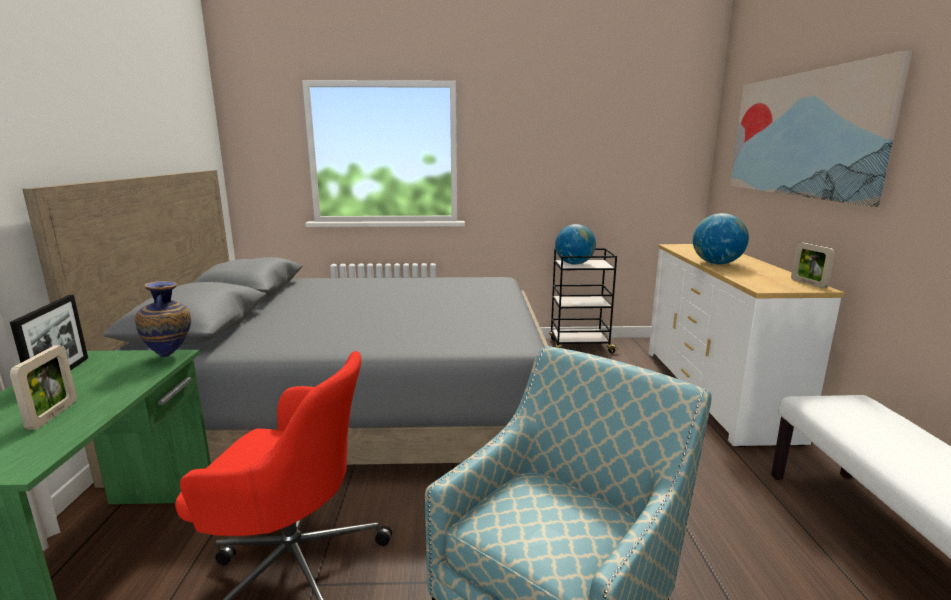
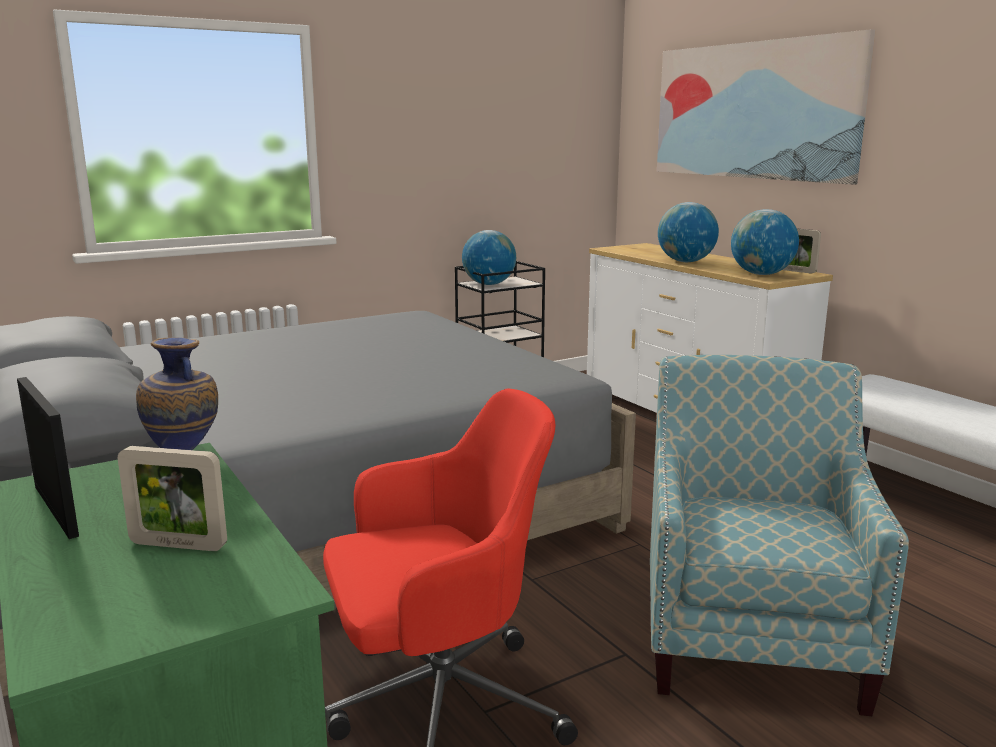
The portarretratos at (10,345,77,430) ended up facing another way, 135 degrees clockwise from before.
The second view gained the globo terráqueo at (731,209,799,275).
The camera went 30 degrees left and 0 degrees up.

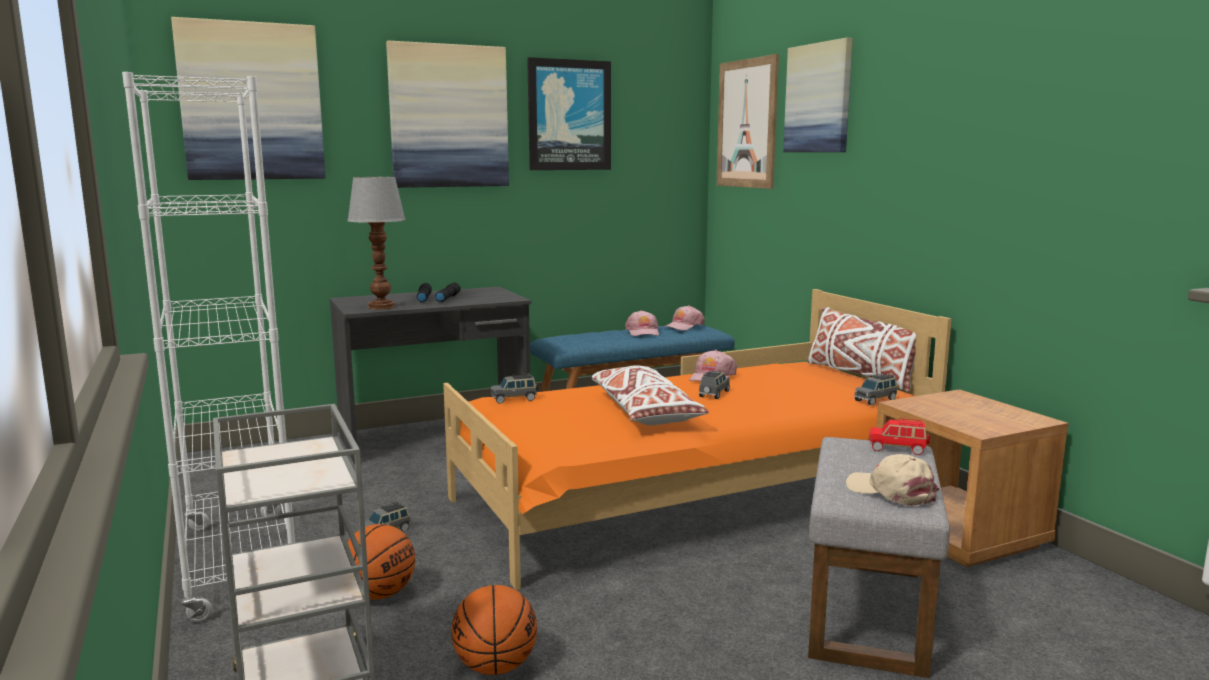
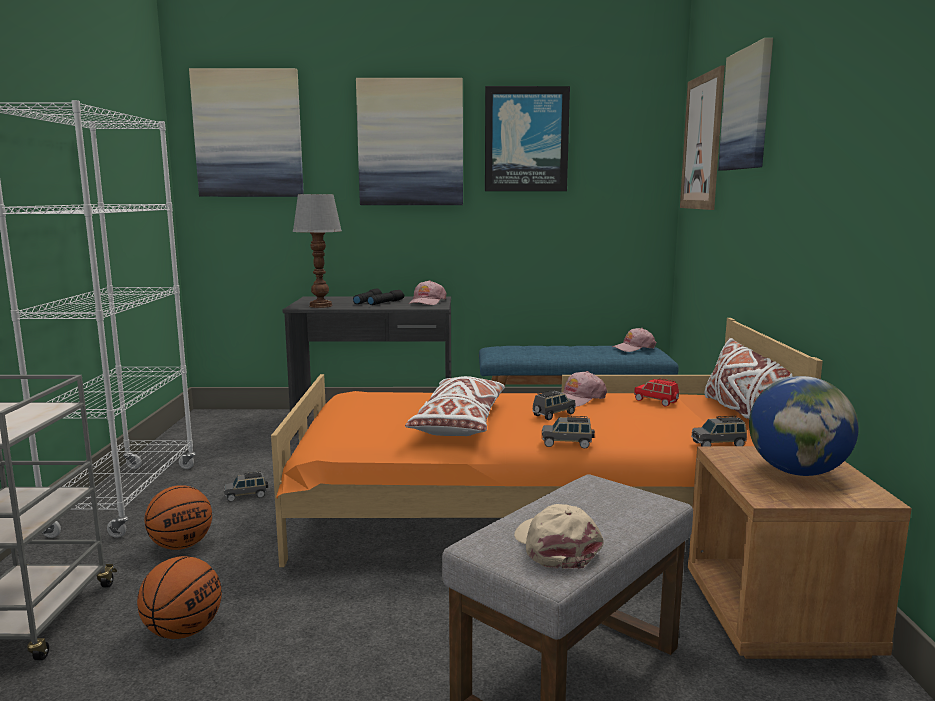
The coche de juguete/gris ended up elsewhere, having gone from (491,373,538,404) to (542,416,595,449).
The gorra/rosa ended up elsewhere, having gone from (625,310,659,336) to (409,280,447,305).
The coche de juguete/rojo ended up elsewhere, having gone from (869,418,930,455) to (634,379,679,406).
The second view gained the globo terráqueo at (749,376,859,476).
The camera went 25 degrees right and 0 degrees up.

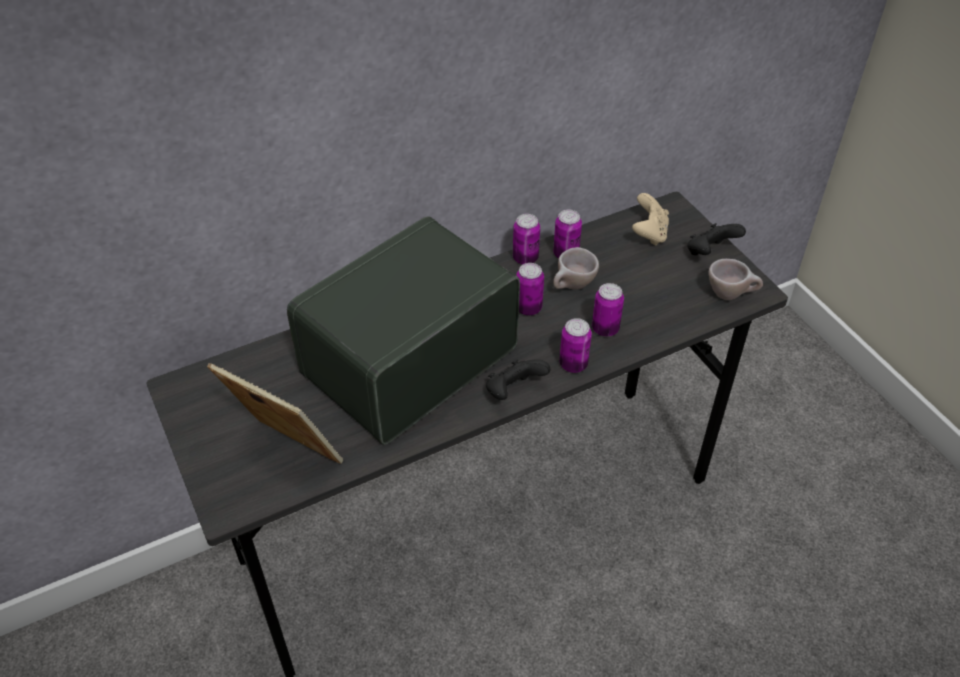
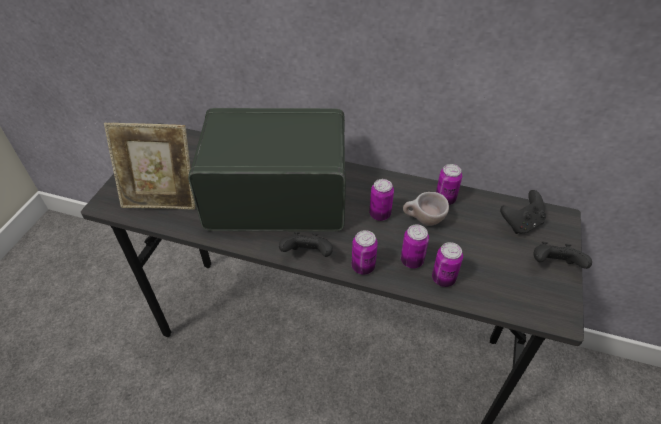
The portarretratos at (207,363,343,464) ended up facing another way, 105 degrees clockwise from before.
The lata ended up elsewhere, having gone from (513,214,540,265) to (432,242,463,287).
What was the mando de consola/beis at (632,193,669,246) turned into the mando de consola/negro at (500,190,546,234).
The second view lost the taza/beis at (708,259,763,300).
The camera went 45 degrees right and 0 degrees up.

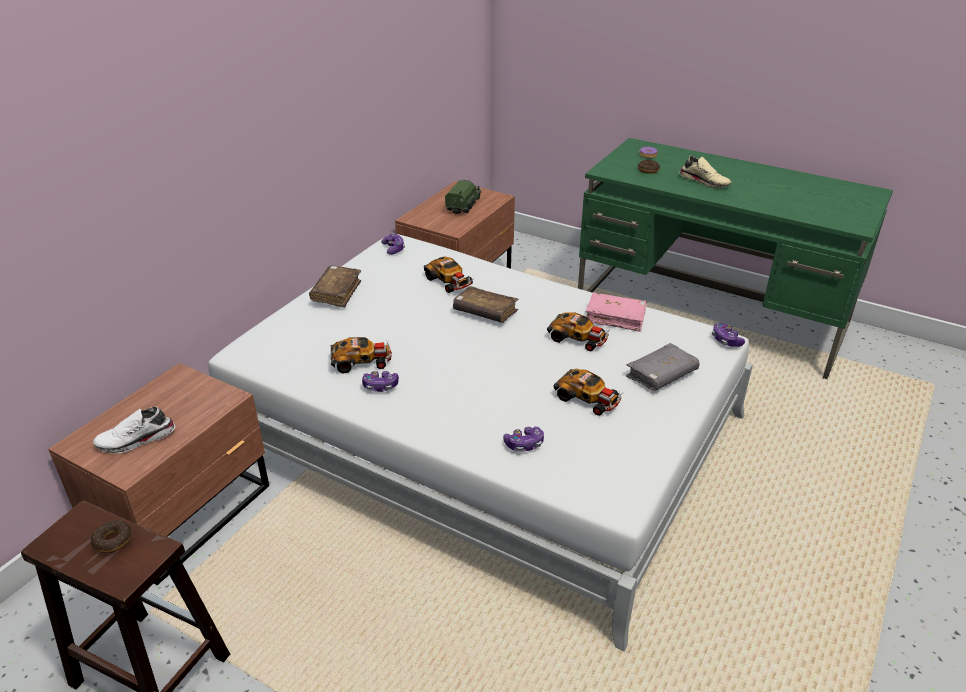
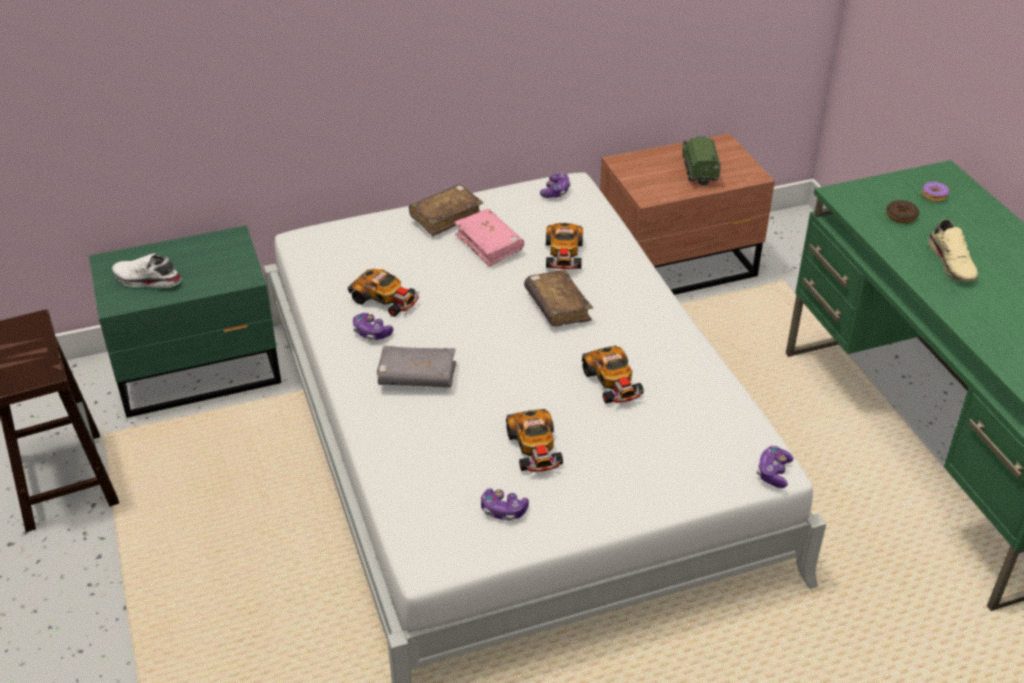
What was the mesita de noche/marrón at (48,363,269,585) turned into the mesita de noche/verde at (89,225,281,418).
The second view lost the rosquilla at (91,520,132,553).
The camión de juguete at (445,180,481,214) ended up facing another way, 60 degrees counterclockwise from before.
The mando de consola ended up elsewhere, having gone from (503,427,544,452) to (481,488,529,521).
The libro/rosa ended up elsewhere, having gone from (586,292,647,332) to (454,209,524,267).
The libro/gris ended up elsewhere, having gone from (626,343,700,391) to (377,346,456,388).
The camera went 40 degrees right and 5 degrees up.

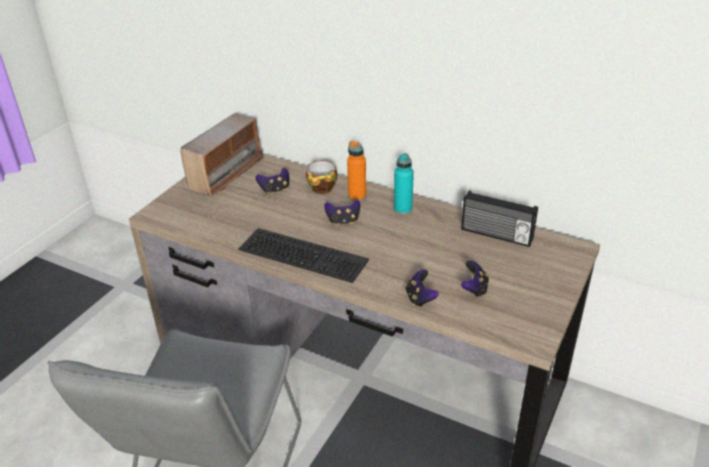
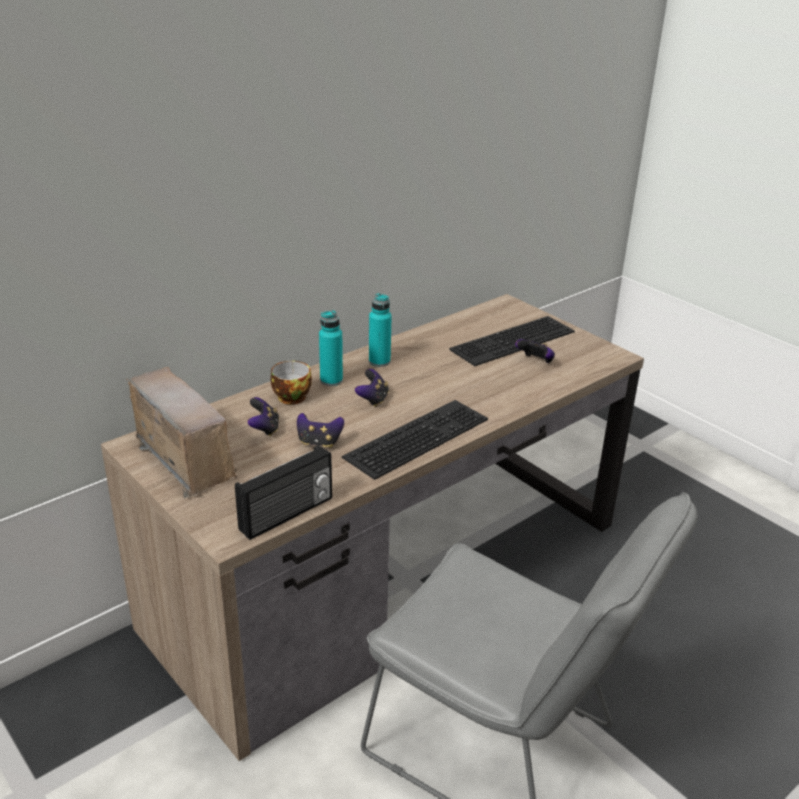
What was the botella/naranja at (347,141,366,202) turned into the botella/turquesa at (319,310,343,386).
The mando de consola ended up elsewhere, having gone from (405,269,439,308) to (297,413,344,448).
The radio ended up elsewhere, having gone from (461,190,538,247) to (235,445,332,540).
The second view gained the teclado at (449,316,575,366).
The camera went 70 degrees left and 5 degrees down.

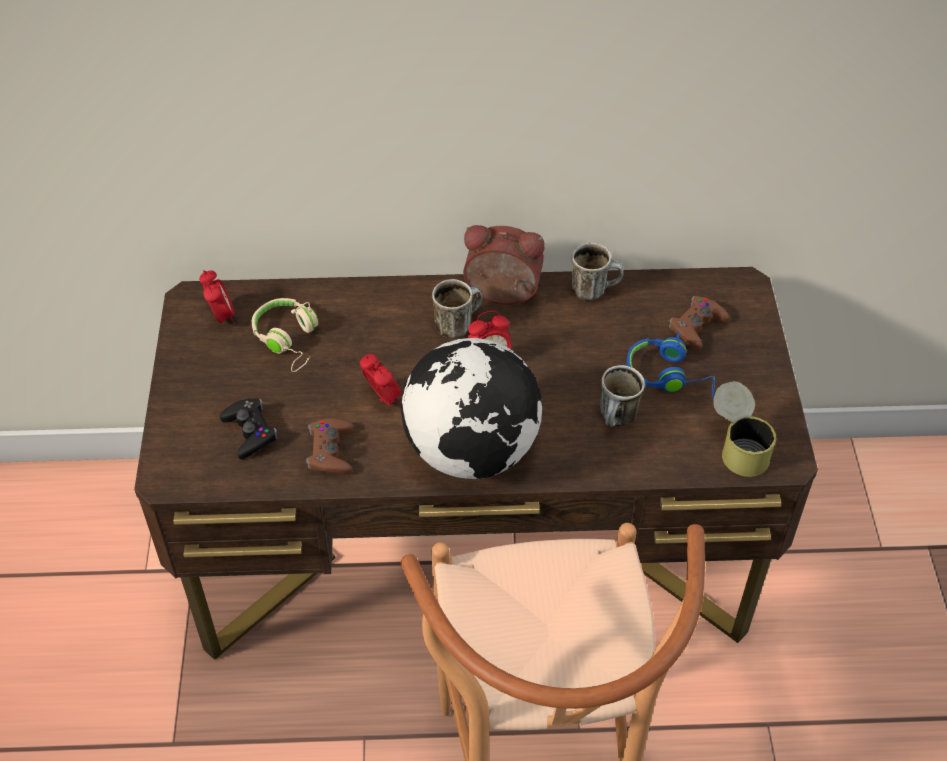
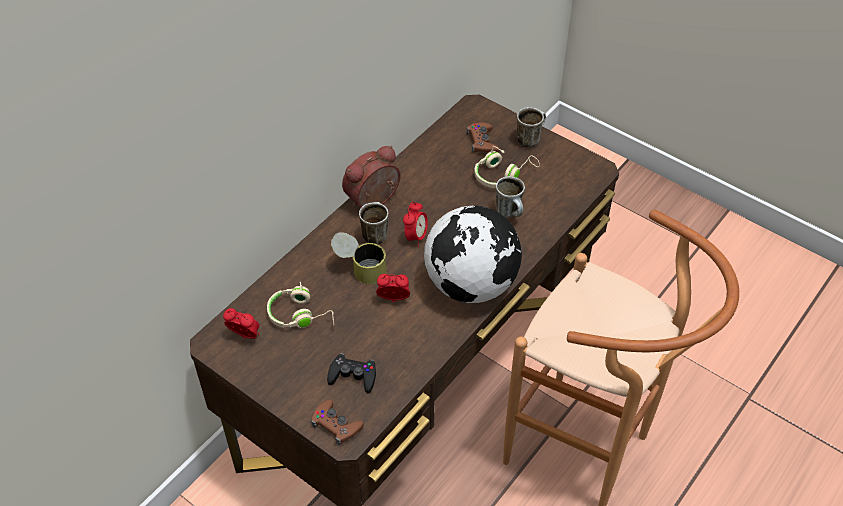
The mando de consola/marrón ended up elsewhere, having gone from (306,418,353,475) to (311,399,364,445).
The taza grande ended up elsewhere, having gone from (572,243,624,301) to (517,107,546,147).
What was the auriculares/azul at (626,331,715,398) turned into the auriculares/beis at (474,146,540,188).
The lata ended up elsewhere, having gone from (713,381,776,477) to (331,232,386,284).
The camera went 50 degrees left and 0 degrees up.

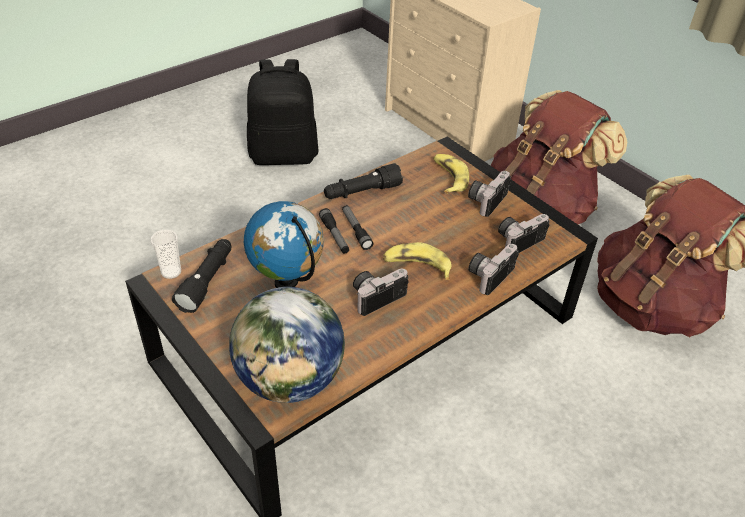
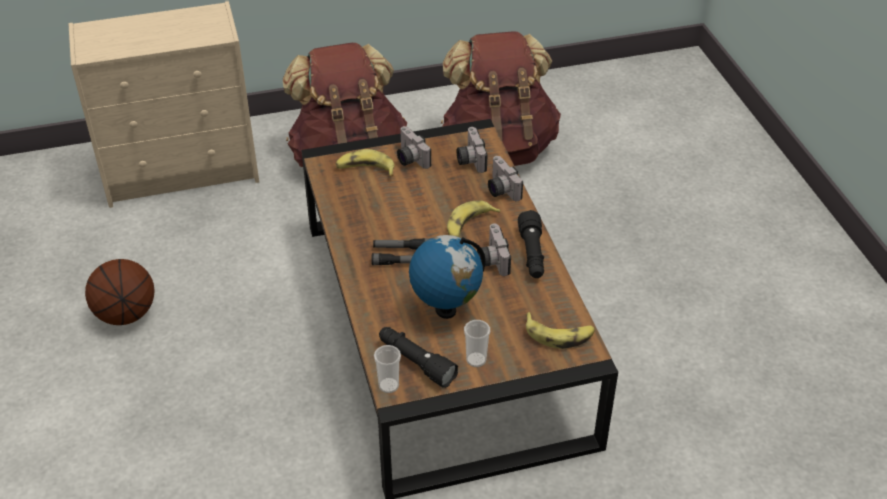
Where the globo terráqueo stood at (229,287,345,403), the plátano came to stand at (526,312,595,349).
Where the mochila/negro stood at (247,59,318,165), the balón de baloncesto came to stand at (85,259,155,325).
The linterna/negro ended up elsewhere, having gone from (324,163,403,199) to (518,210,544,278).
The second view gained the taza at (464,320,490,367).
The camera went 65 degrees left and 0 degrees up.

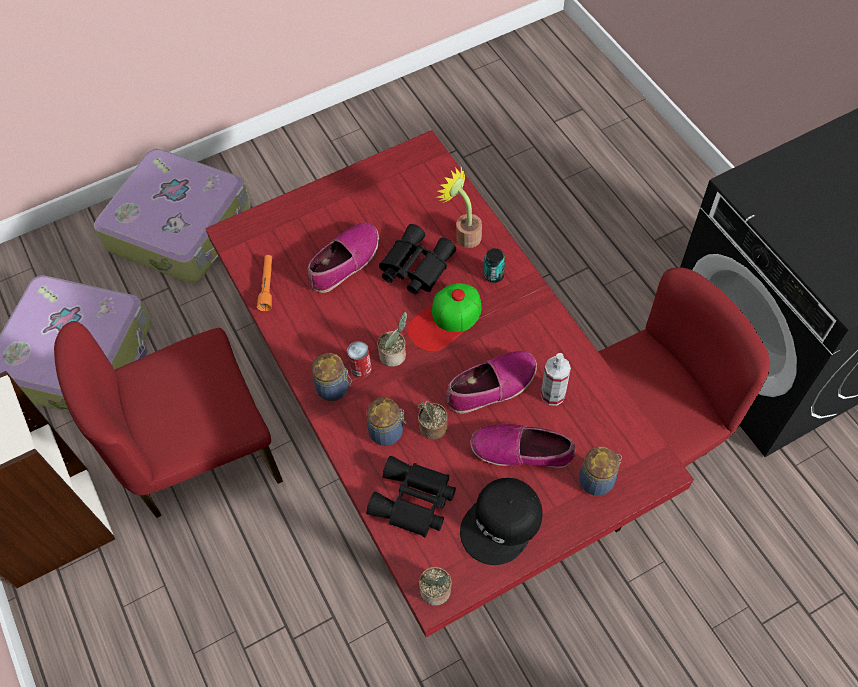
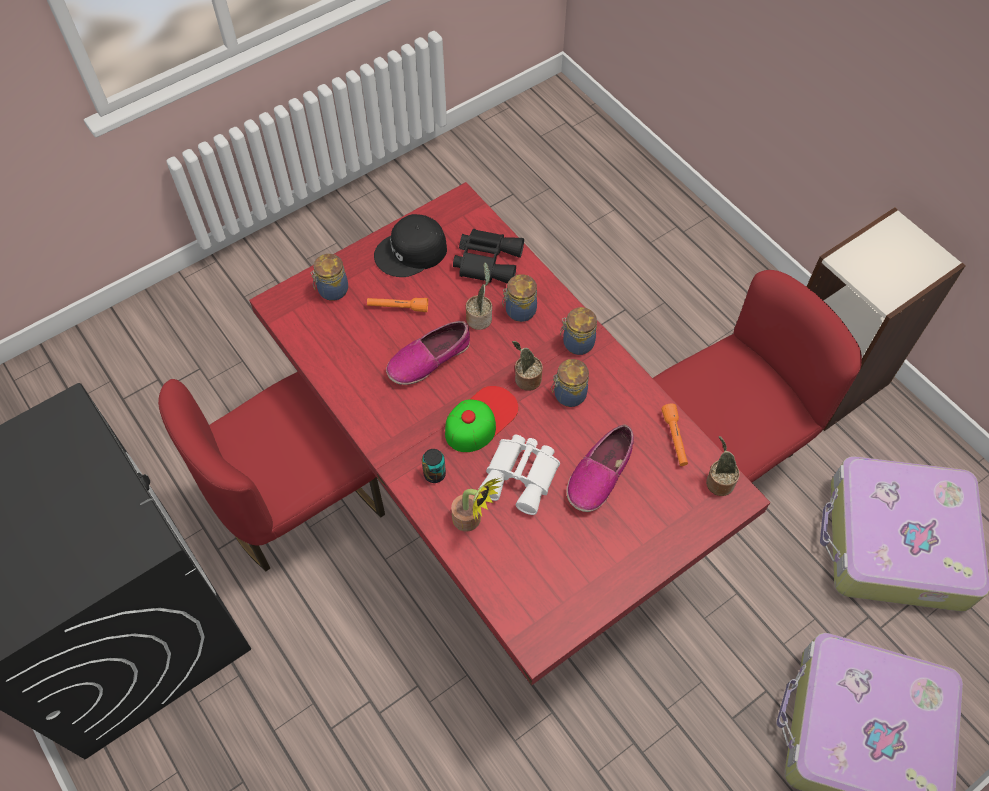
The second view lost the lata at (347,341,372,378).
What was the prismáticos/negro at (379,224,456,294) turned into the prismáticos/blanco at (479,435,560,515).
The planta en maceta ended up elsewhere, having gone from (419,567,452,606) to (706,436,740,496).
The gorra/negro at (460,478,542,565) ended up facing another way, 150 degrees counterclockwise from before.
Where the zapato stood at (471,424,575,468), the linterna/naranja came to stand at (367,298,428,312).
The second view lost the pulverizador at (541,353,571,406).
The second view gained the tarro at (551,359,589,407).
The camera went 170 degrees right and 0 degrees up.

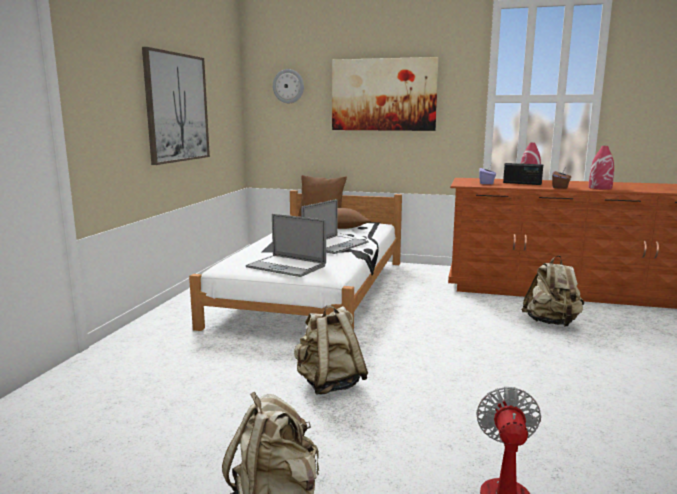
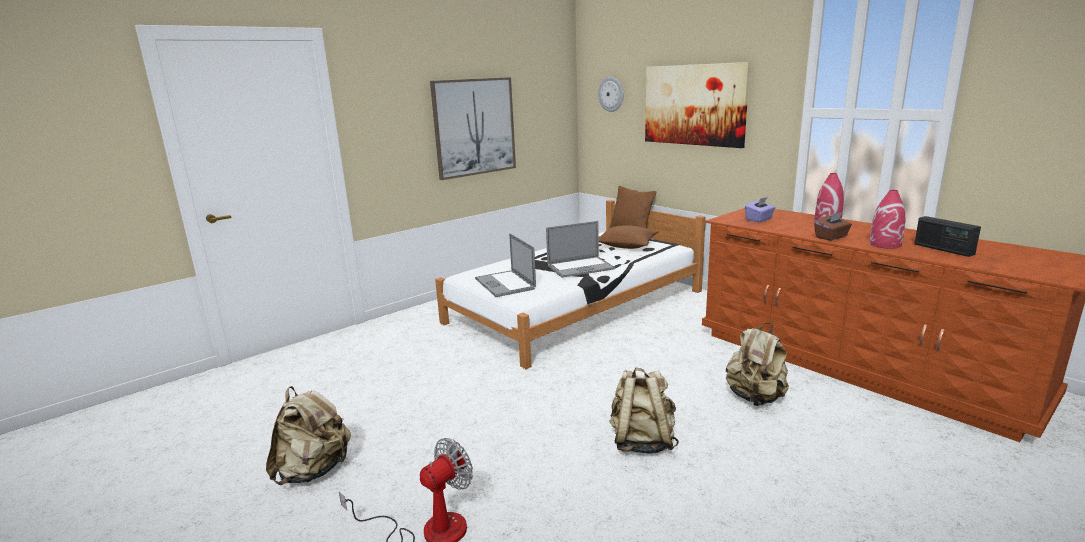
The mochila/beis ended up elsewhere, having gone from (294,305,368,395) to (609,368,679,454).
The radio ended up elsewhere, having gone from (503,163,543,185) to (914,216,981,257).
The camera went 35 degrees right and 5 degrees up.

